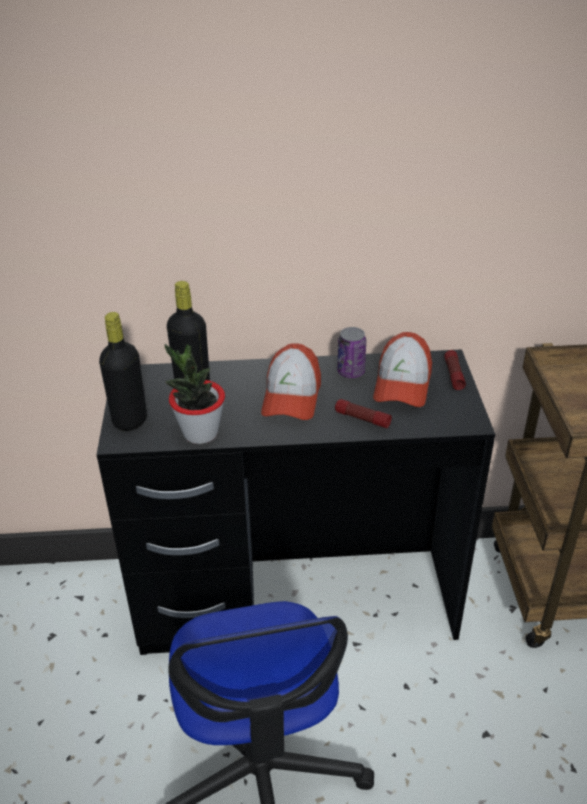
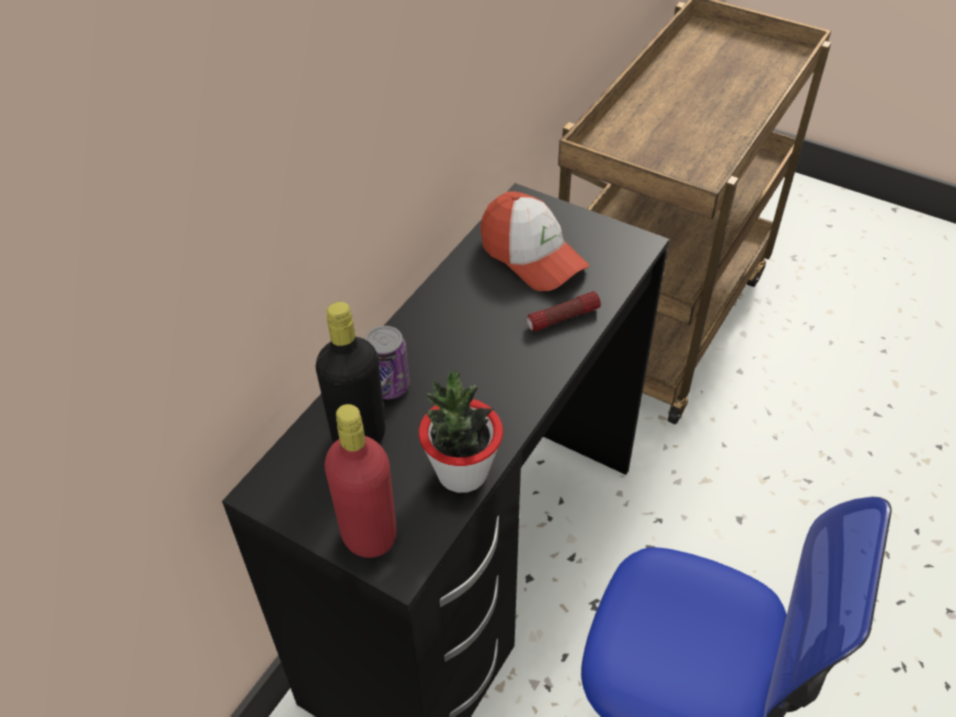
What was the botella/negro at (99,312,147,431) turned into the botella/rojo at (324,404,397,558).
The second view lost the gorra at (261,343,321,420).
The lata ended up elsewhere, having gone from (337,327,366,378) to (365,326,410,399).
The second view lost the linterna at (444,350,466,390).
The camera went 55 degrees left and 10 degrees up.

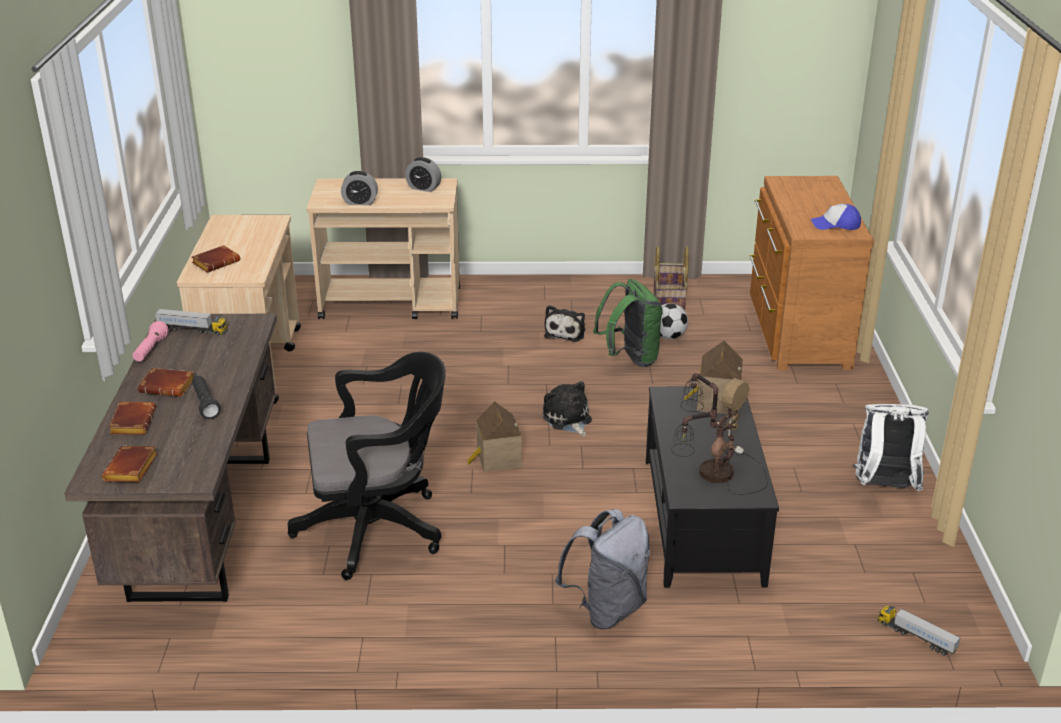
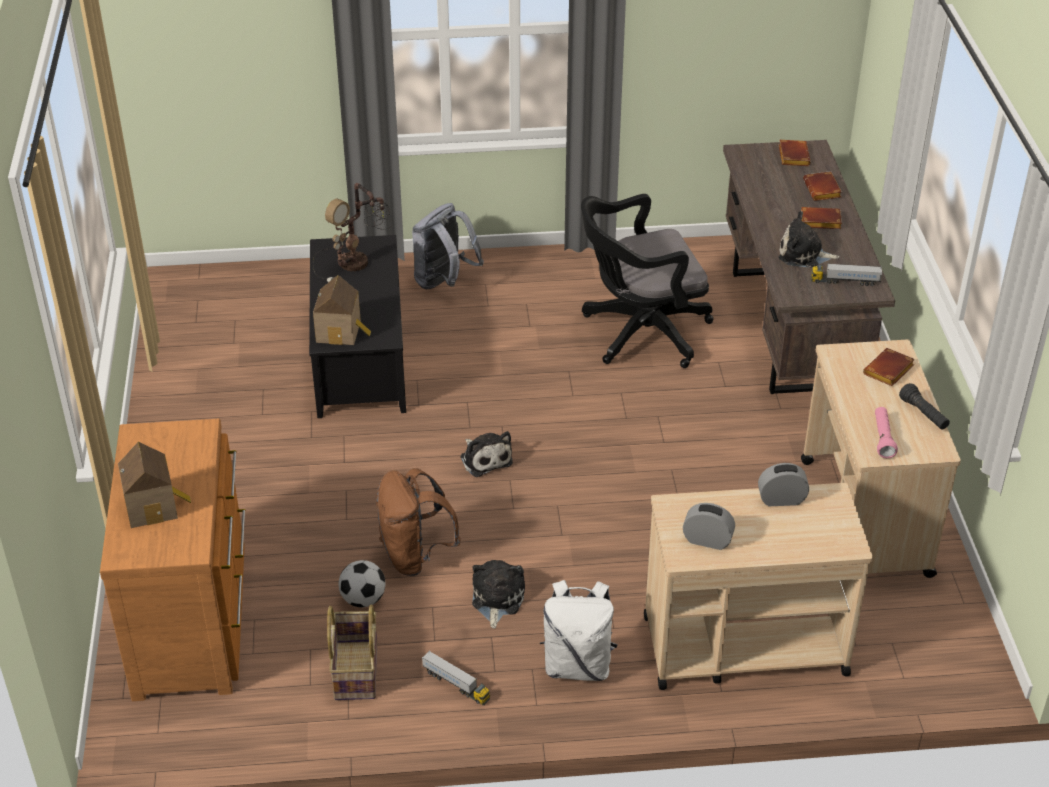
The linterna/rosa ended up elsewhere, having gone from (132,321,169,362) to (875,407,898,458).
The linterna/negro ended up elsewhere, having gone from (192,376,221,419) to (899,383,950,430).
The casita ended up elsewhere, having gone from (467,401,522,472) to (118,442,191,528).
What was the mochila/verde at (593,279,663,367) turned into the mochila/marrón at (376,468,461,576).
The second view lost the gorra at (811,204,861,230).
The mochila/blanco ended up elsewhere, having gone from (853,404,929,491) to (540,580,618,681).
The camión de juguete ended up elsewhere, having gone from (878,606,961,656) to (422,650,490,705).
The second view gained the peluche at (779,211,839,268).
The camera went 175 degrees right and 10 degrees up.

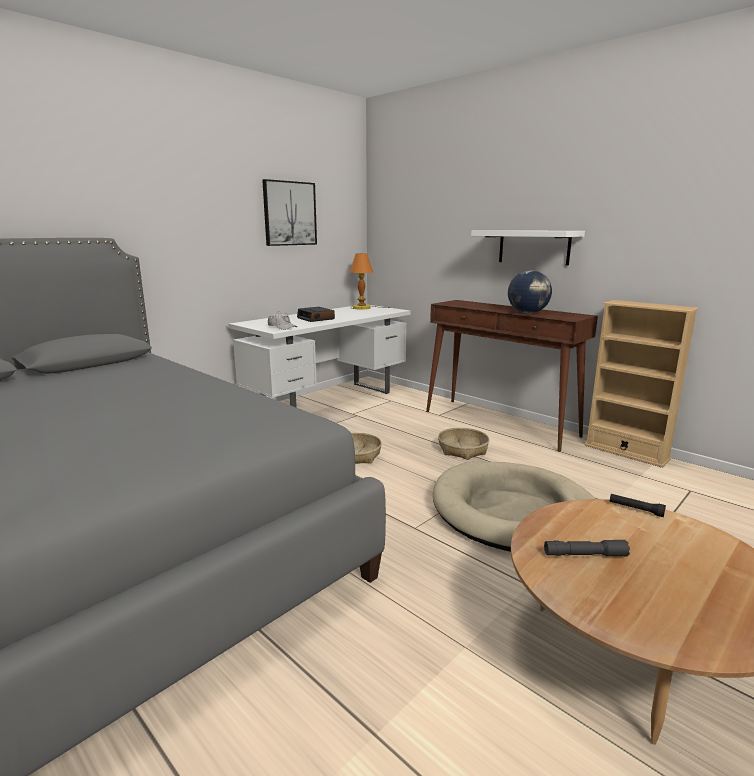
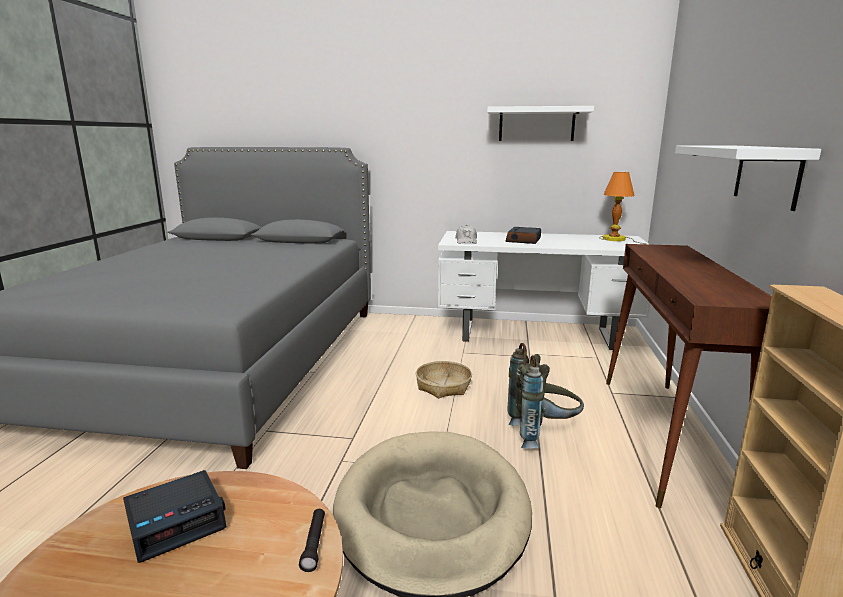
Where the cuadro hung at (262,179,317,246), the estante/blanco came to hang at (487,106,594,141).
Where the cesta stood at (438,428,489,460), the mochila/gris came to stand at (507,343,584,449).
The second view lost the globo terráqueo at (508,270,552,314).
Where the linterna/gris stood at (544,540,630,557), the despertador came to stand at (123,470,227,563).
The camera went 55 degrees right and 0 degrees up.

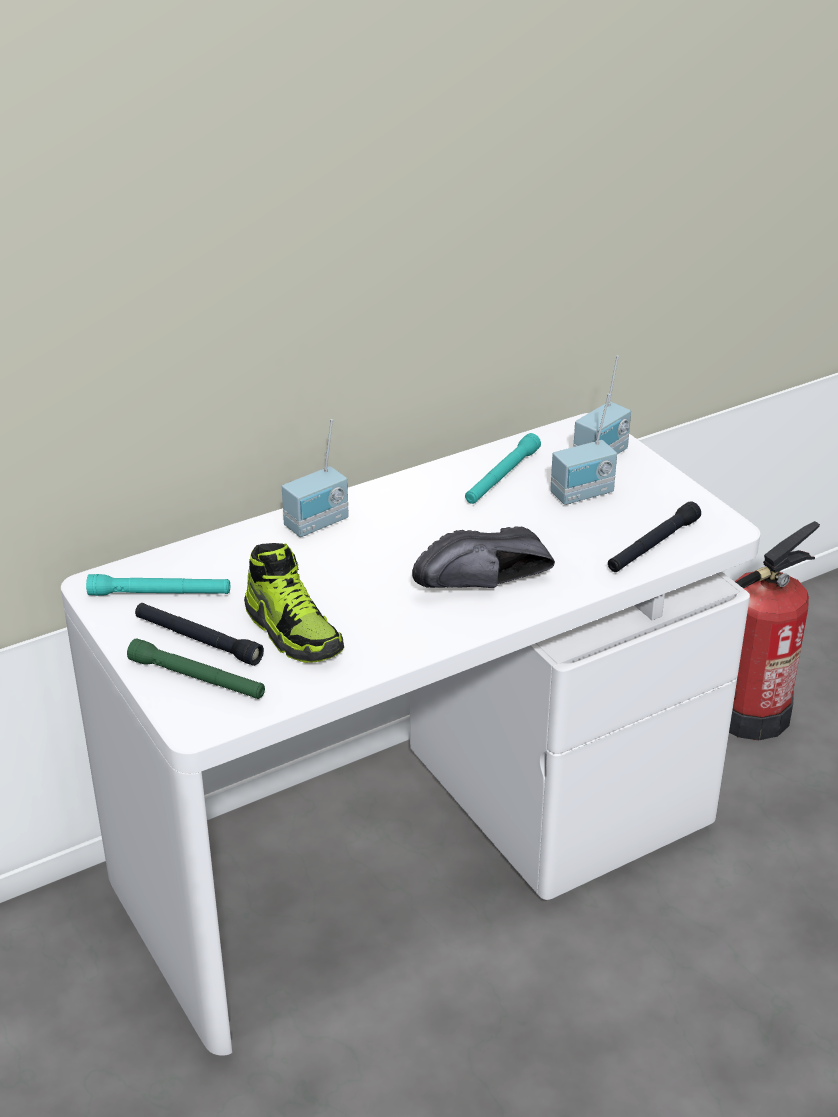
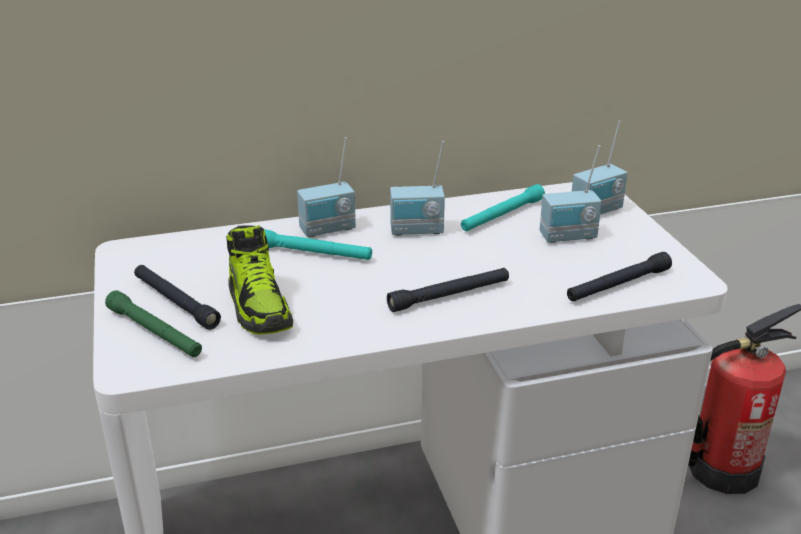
The linterna/turquesa ended up elsewhere, having gone from (86,574,230,596) to (264,229,372,260).
Where the zapato/negro stood at (412,526,555,588), the linterna/negro came to stand at (387,268,509,312).
The second view gained the radio at (390,141,445,235).
The camera went 15 degrees right and 5 degrees down.

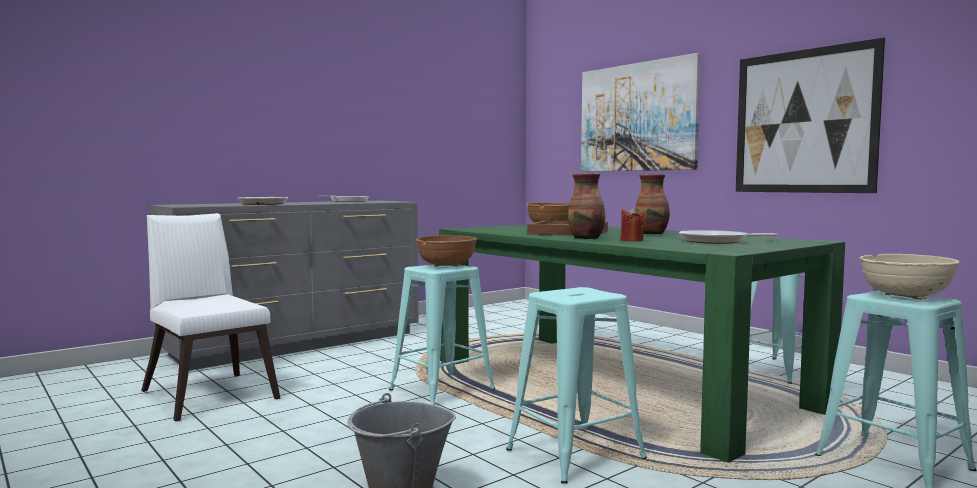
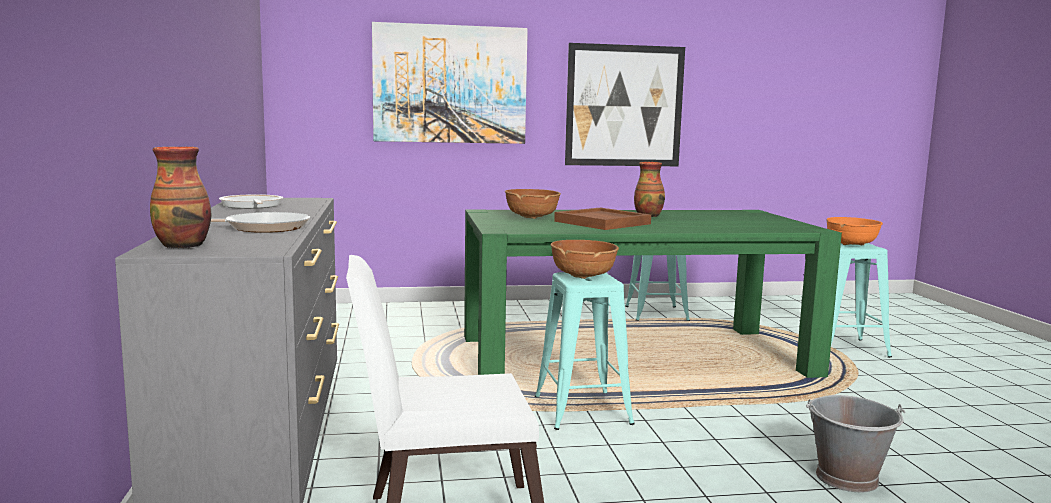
The second view lost the taburete/turquesa at (506,287,647,484).
The florero ended up elsewhere, having gone from (568,173,605,239) to (150,147,212,249).
The second view lost the vela/rojo at (620,207,644,242).
The second view lost the sartén at (679,230,778,244).
What was the cuenco/beis at (860,254,960,299) turned into the cuenco/naranja at (826,217,883,245).
The camera went 60 degrees left and 5 degrees up.

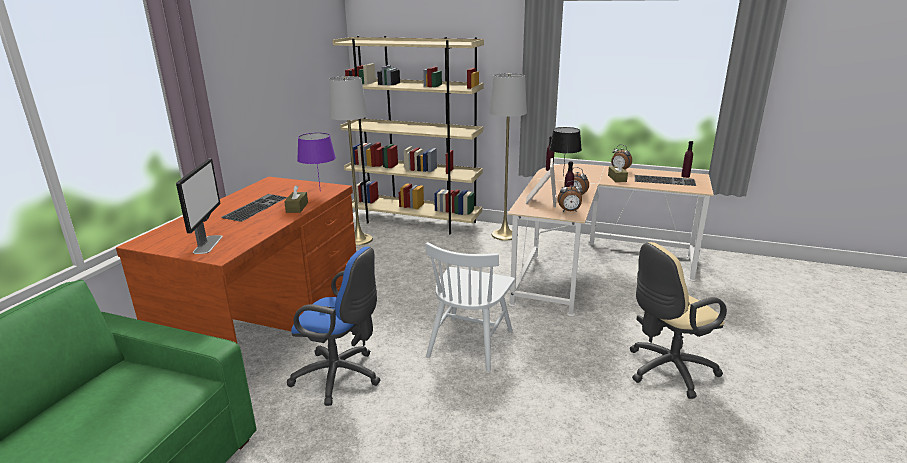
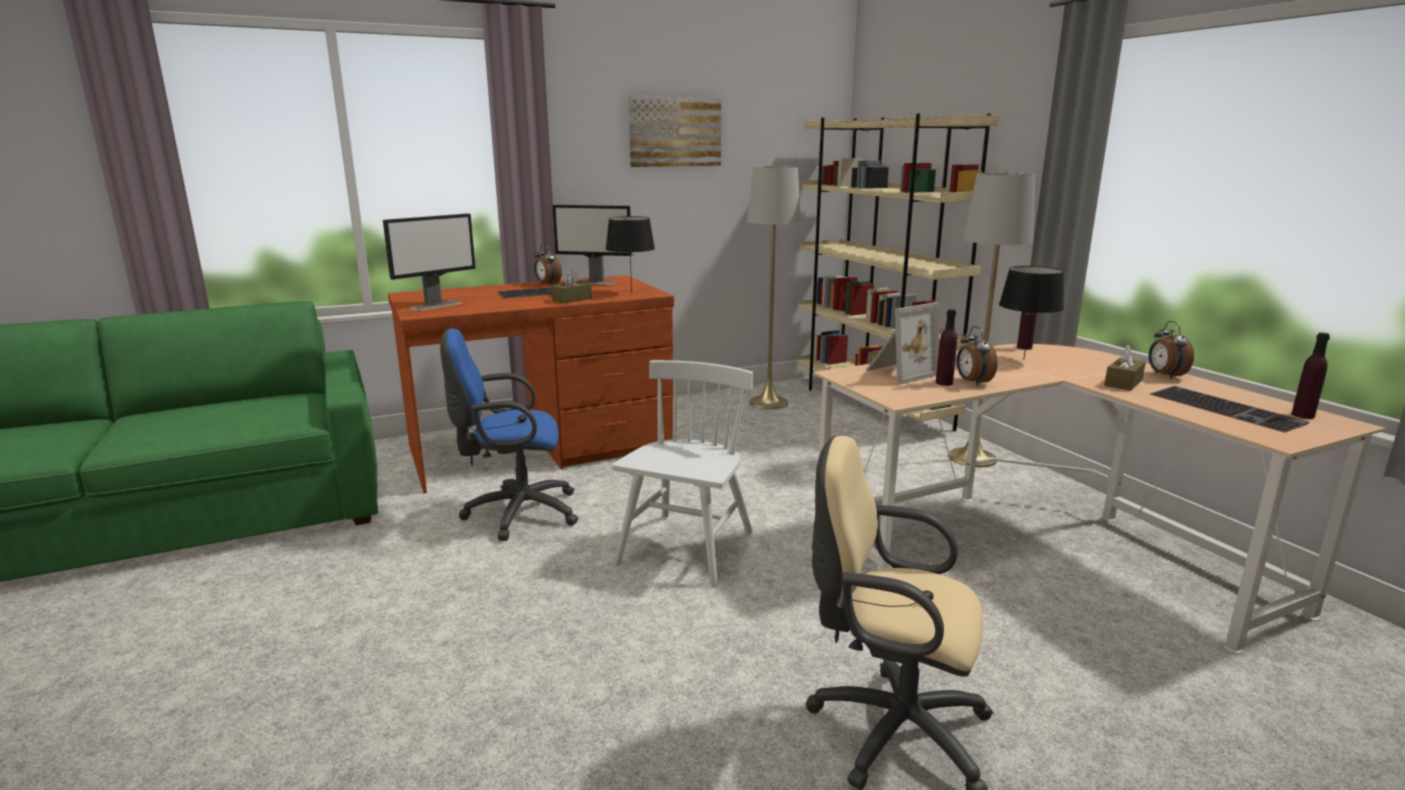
The silla de oficina/azul at (287,247,381,406) ended up facing another way, 105 degrees clockwise from before.
What was the lámpara de mesa/morado at (297,133,336,186) turned into the lámpara de mesa/negro at (605,216,655,293).
The silla/blanco at (425,242,515,372) ended up facing another way, 135 degrees clockwise from before.
The despertador ended up elsewhere, having gone from (557,181,583,212) to (535,244,562,286).
The second view gained the monitor at (553,205,632,284).
The second view gained the cuadro at (628,96,721,167).
The camera went 45 degrees right and 5 degrees down.

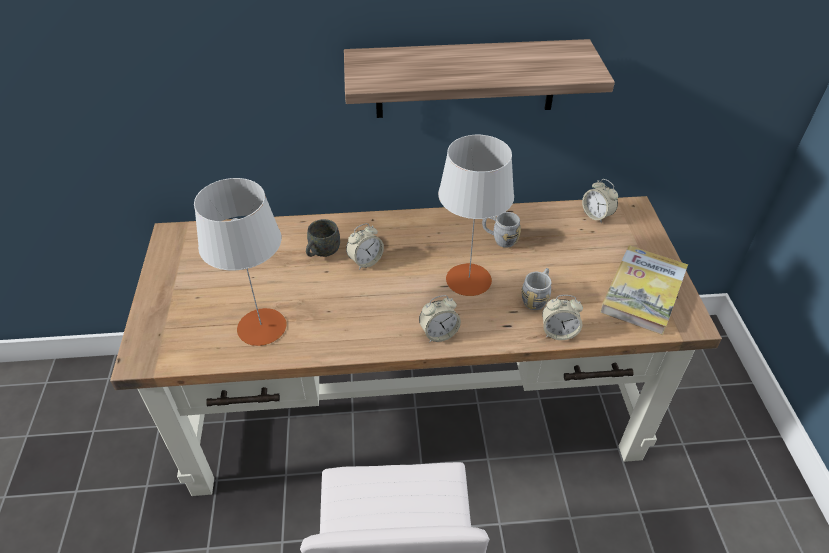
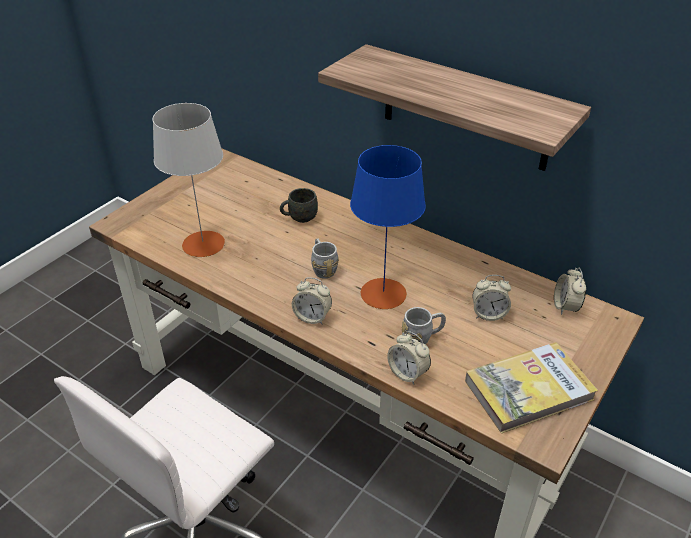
The despertador ended up elsewhere, having gone from (346,223,384,270) to (473,275,511,321).
What was the lámpara de mesa/gris at (438,135,514,296) turned into the lámpara de mesa/azul at (350,145,426,309).
The taza grande/gris ended up elsewhere, having gone from (482,212,521,248) to (311,238,339,279).
The camera went 40 degrees right and 5 degrees down.

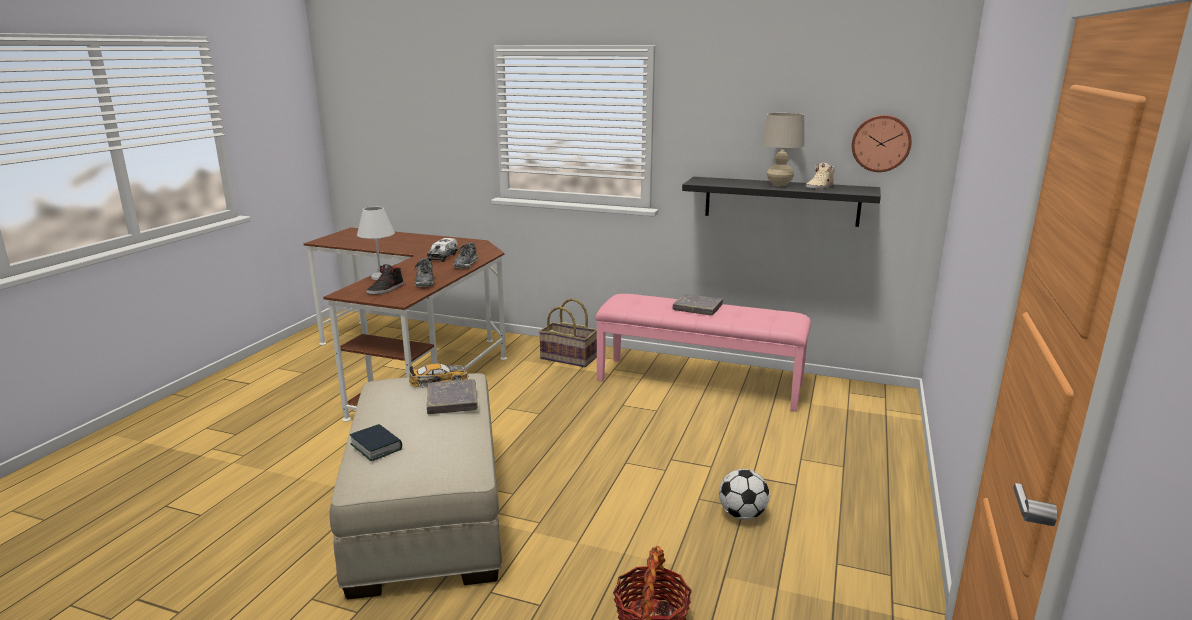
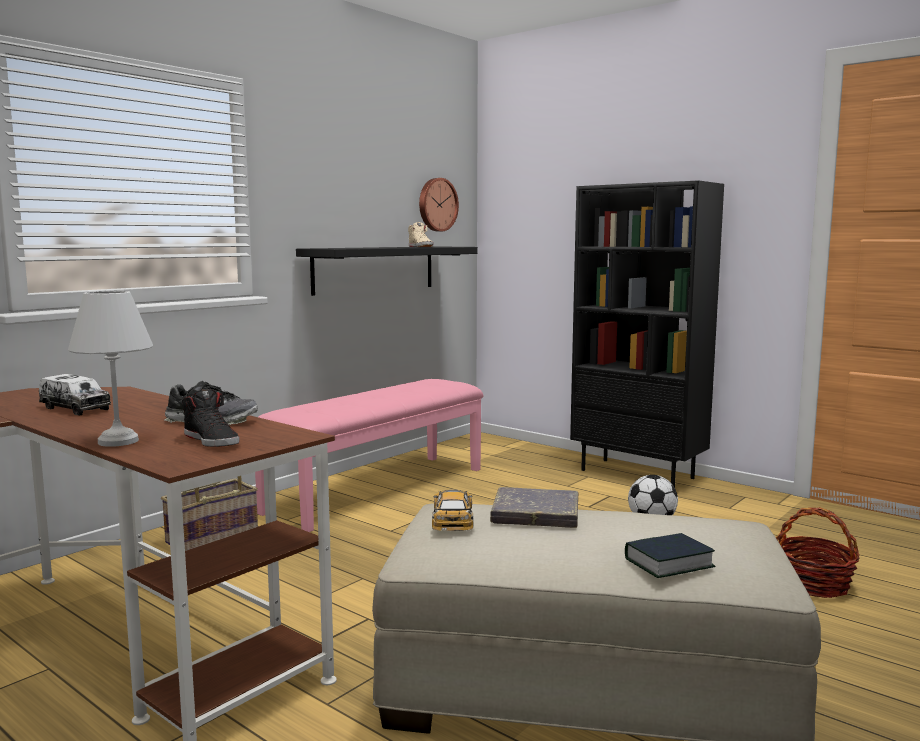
The second view lost the zapato at (453,243,478,269).
The second view lost the libro/gris at (672,294,723,316).
The second view lost the lámpara de mesa/beis at (762,113,804,186).
The second view gained the estantería/negro at (570,180,724,488).
The camera went 70 degrees left and 10 degrees down.

